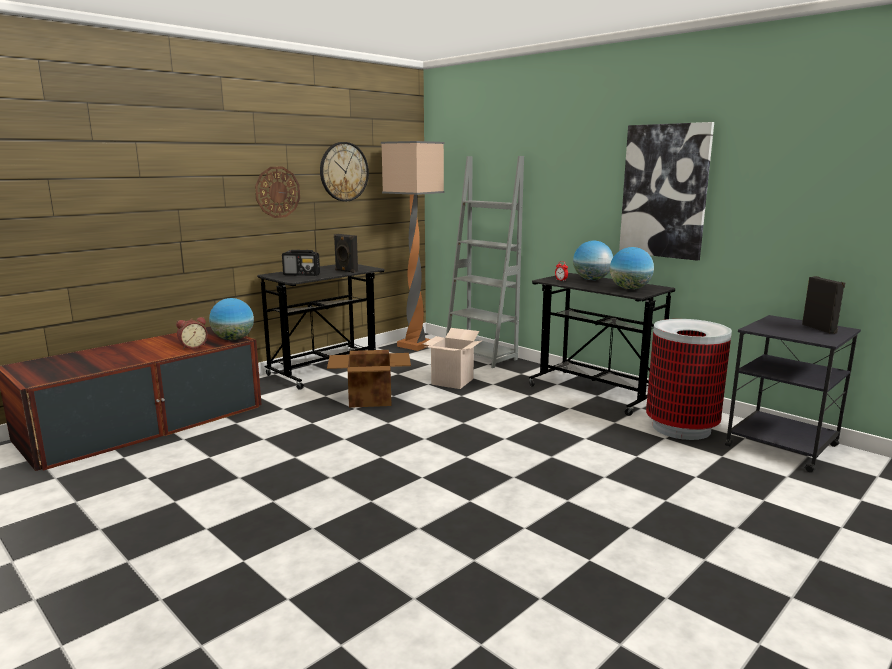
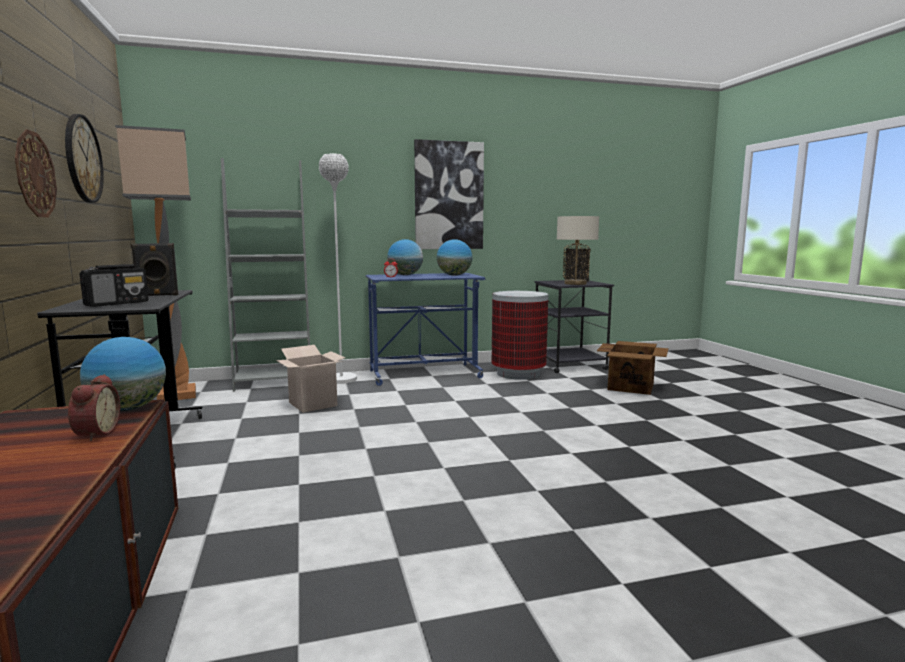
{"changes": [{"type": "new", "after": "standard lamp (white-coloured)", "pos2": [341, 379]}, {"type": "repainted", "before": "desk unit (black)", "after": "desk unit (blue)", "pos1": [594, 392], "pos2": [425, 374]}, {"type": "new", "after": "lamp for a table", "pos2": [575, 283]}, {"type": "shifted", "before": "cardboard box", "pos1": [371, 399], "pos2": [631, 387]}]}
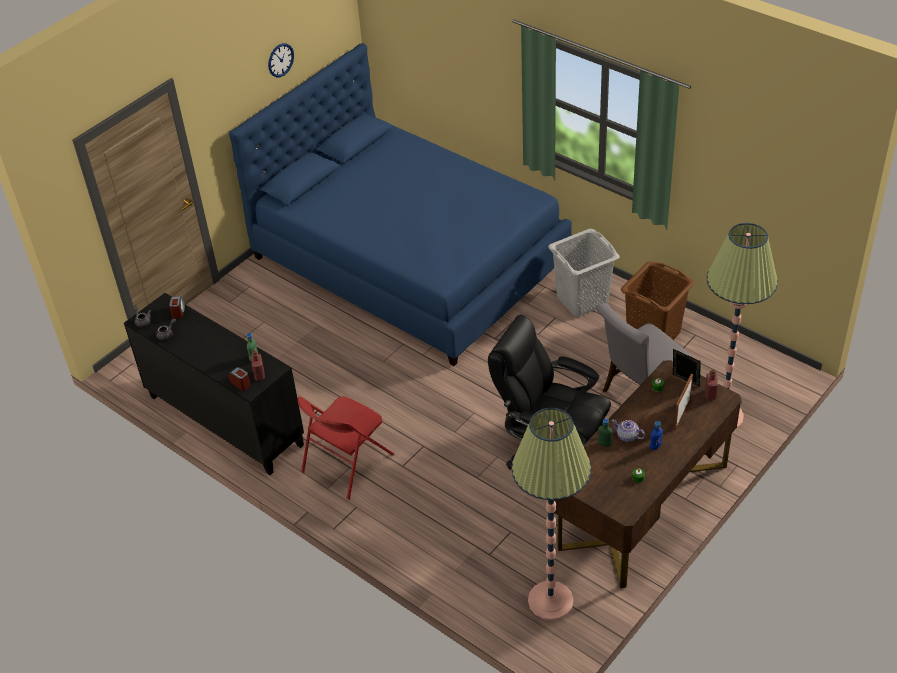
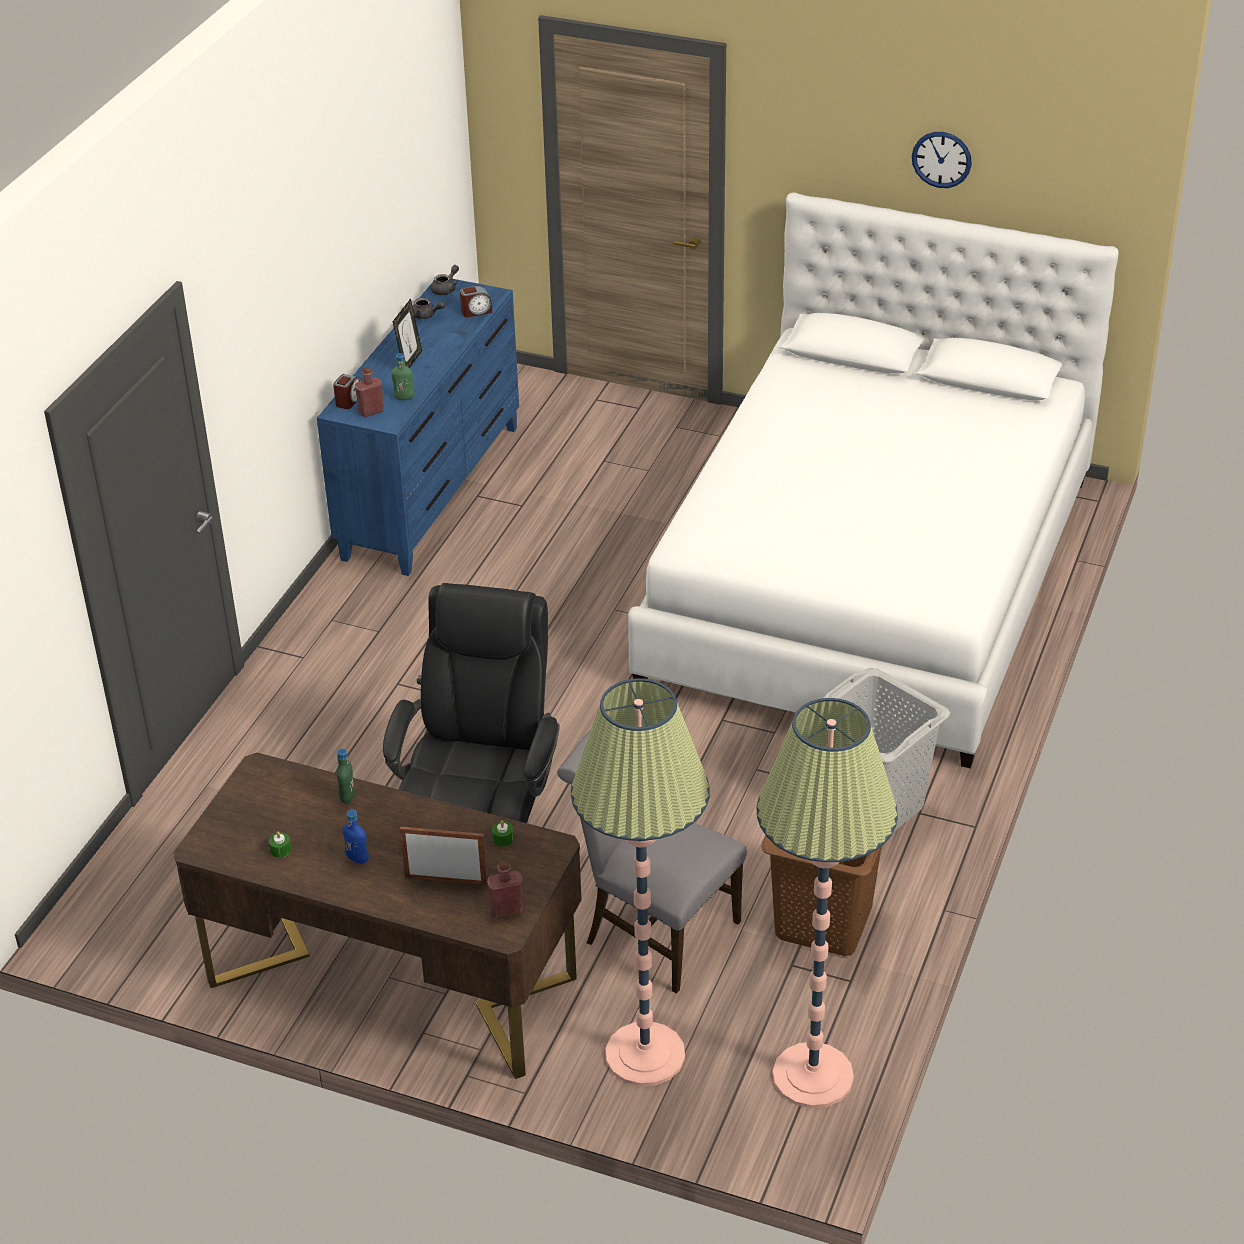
{"changes": [{"type": "repainted", "before": "dresser (black)", "after": "dresser (blue)", "pos1": [225, 421], "pos2": [430, 491]}, {"type": "shifted", "before": "photo frame", "pos1": [684, 382], "pos2": [409, 362]}, {"type": "repainted", "before": "bedroom bed (blue)", "after": "bedroom bed (white-coloured)", "pos1": [409, 259], "pos2": [871, 579]}, {"type": "shifted", "before": "standard lamp", "pos1": [550, 600], "pos2": [812, 1076]}, {"type": "gone", "before": "upright chair (red)", "pos1": [347, 463]}, {"type": "gone", "before": "teapot", "pos1": [627, 437]}]}
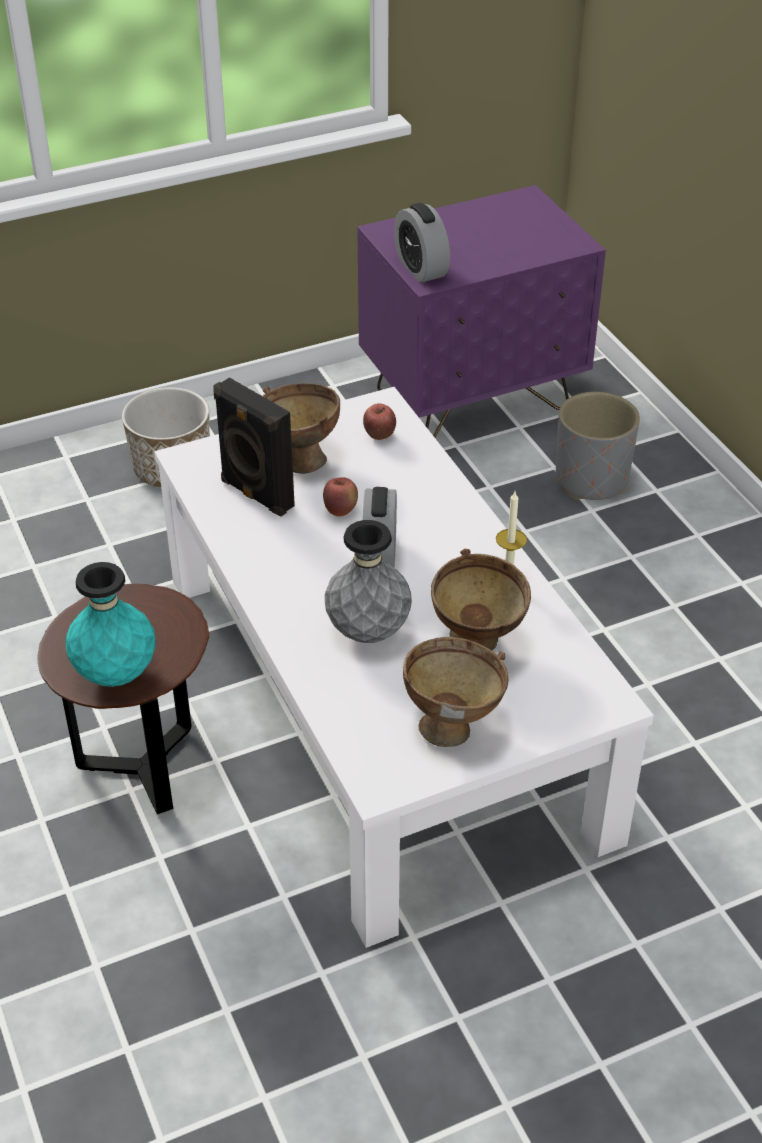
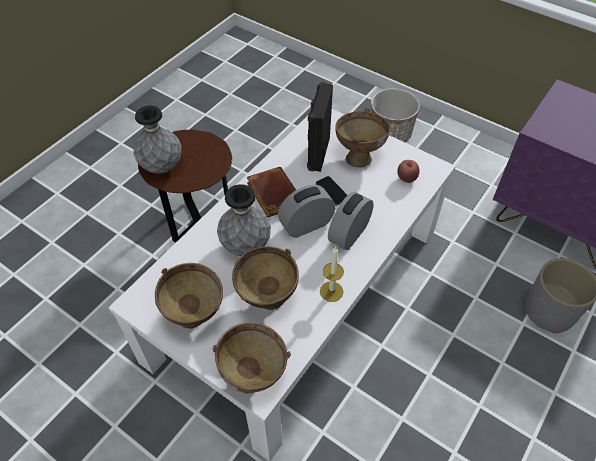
{"changes": [{"type": "repainted", "before": "vase (turquoise)", "after": "vase (grey)", "pos1": [116, 675], "pos2": [162, 167]}, {"type": "new", "after": "bowl (brown-coloured)", "pos2": [255, 377]}, {"type": "new", "after": "volume (brown-coloured)", "pos2": [272, 195]}, {"type": "swapped", "before": "apple fruit", "after": "handset", "pos1": [340, 511], "pos2": [332, 191]}, {"type": "shifted", "before": "alarm clock", "pos1": [421, 269], "pos2": [349, 234]}]}
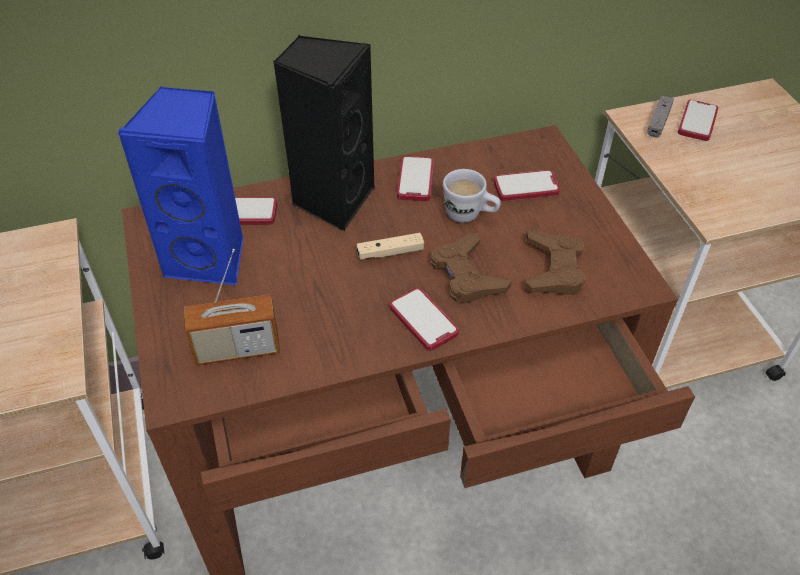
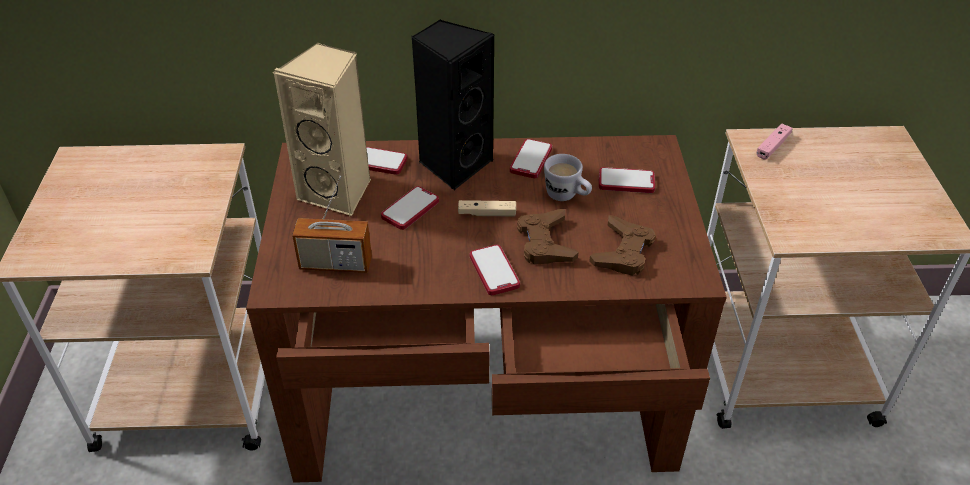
{"changes": [{"type": "repainted", "before": "audio speaker (blue)", "after": "audio speaker (beige-coloured)", "pos1": [210, 258], "pos2": [338, 192]}, {"type": "shifted", "before": "handset", "pos1": [697, 122], "pos2": [410, 209]}, {"type": "repainted", "before": "joypad (grey)", "after": "joypad (pinkish)", "pos1": [658, 121], "pos2": [773, 146]}]}
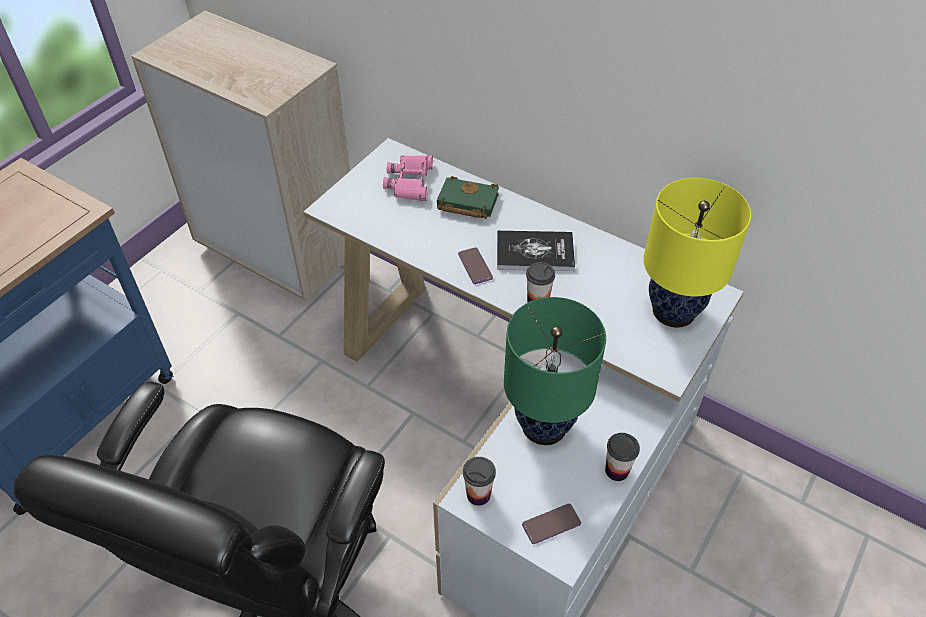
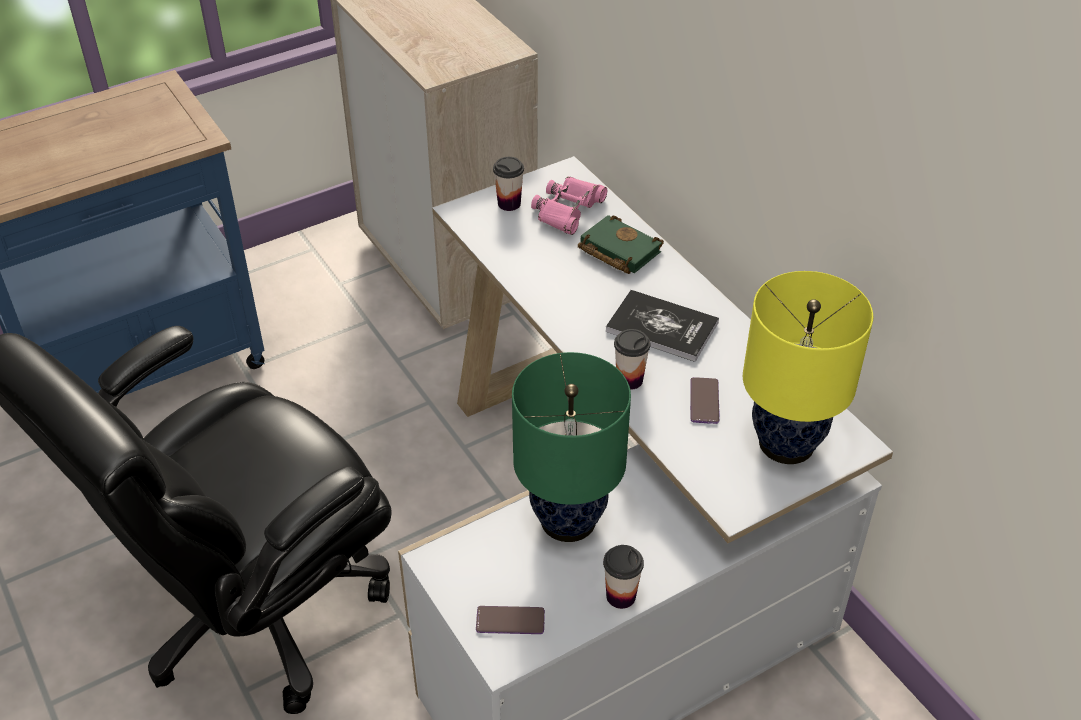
{"changes": [{"type": "shifted", "before": "drinking cup", "pos1": [478, 494], "pos2": [509, 204]}, {"type": "shifted", "before": "handset", "pos1": [475, 266], "pos2": [704, 401]}]}
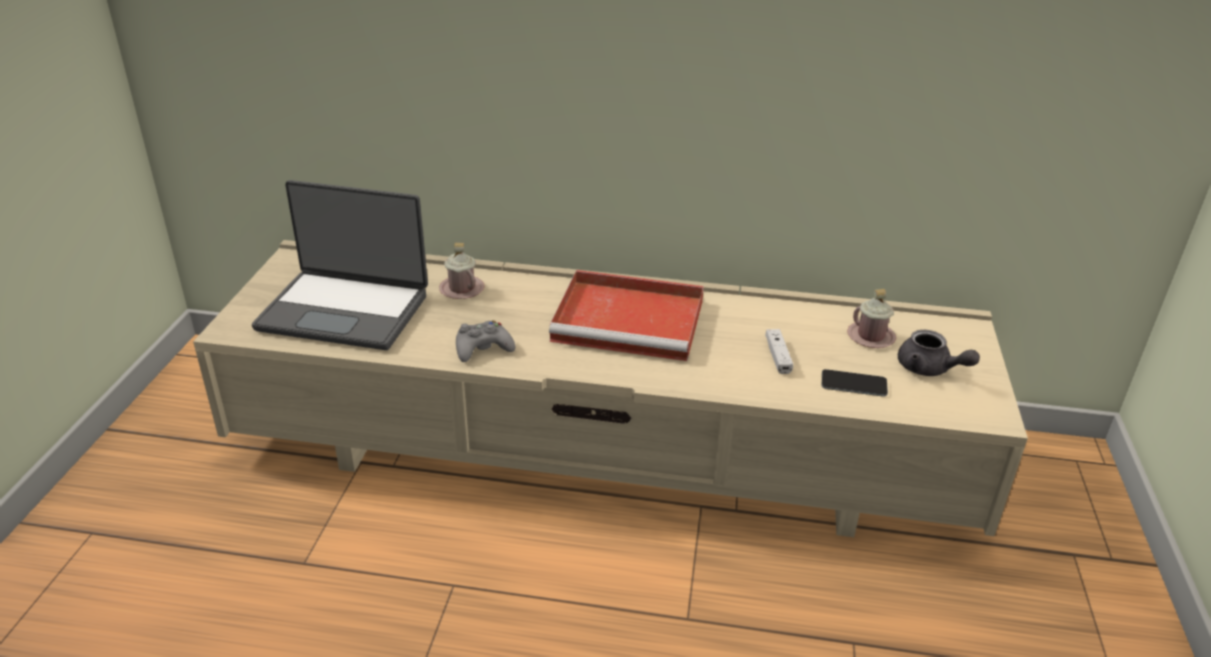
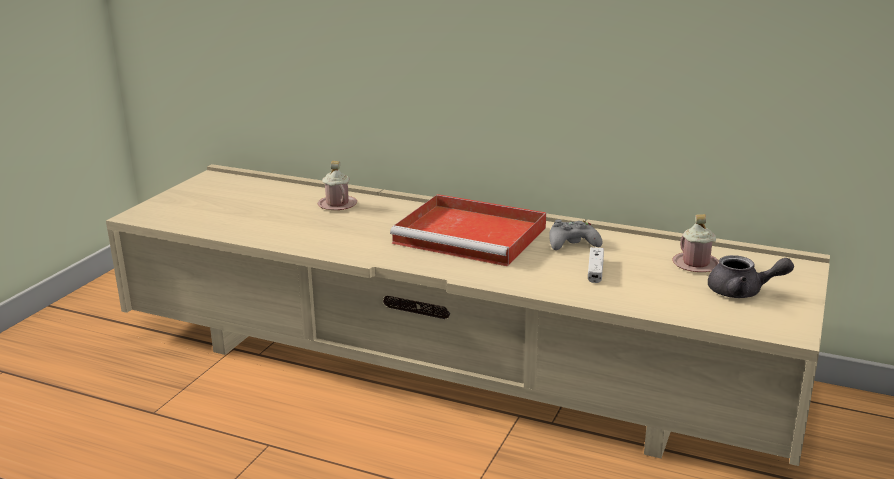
{"changes": [{"type": "shifted", "before": "joypad (grey)", "pos1": [483, 348], "pos2": [572, 243]}, {"type": "rotated", "before": "teapot (grey)", "pos1": [929, 369], "pos2": [742, 292], "turn": -45}, {"type": "gone", "before": "laptop", "pos1": [345, 310]}, {"type": "gone", "before": "handset", "pos1": [854, 384]}]}
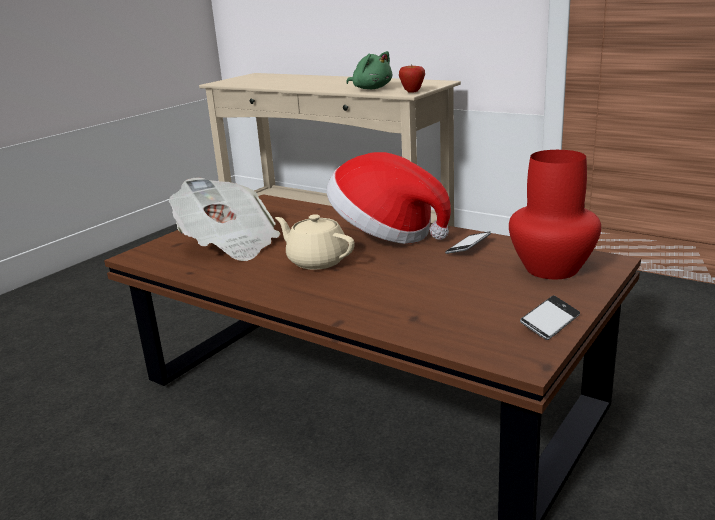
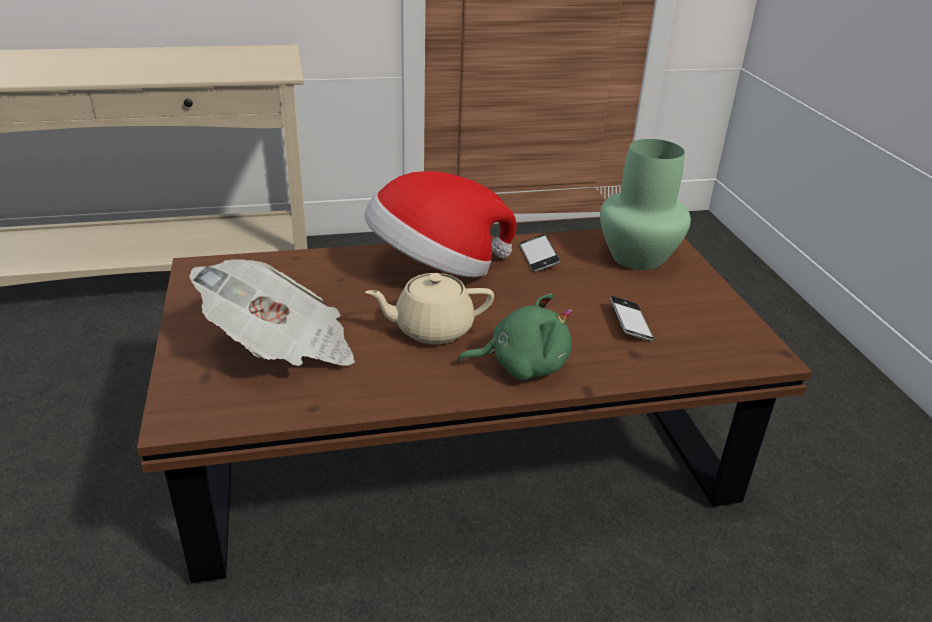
{"changes": [{"type": "shifted", "before": "soft toy (green-coloured)", "pos1": [371, 88], "pos2": [522, 365]}, {"type": "repainted", "before": "vase (red)", "after": "vase (green-coloured)", "pos1": [550, 269], "pos2": [637, 258]}, {"type": "shifted", "before": "handset", "pos1": [550, 323], "pos2": [630, 323]}, {"type": "gone", "before": "apple fruit", "pos1": [412, 92]}]}
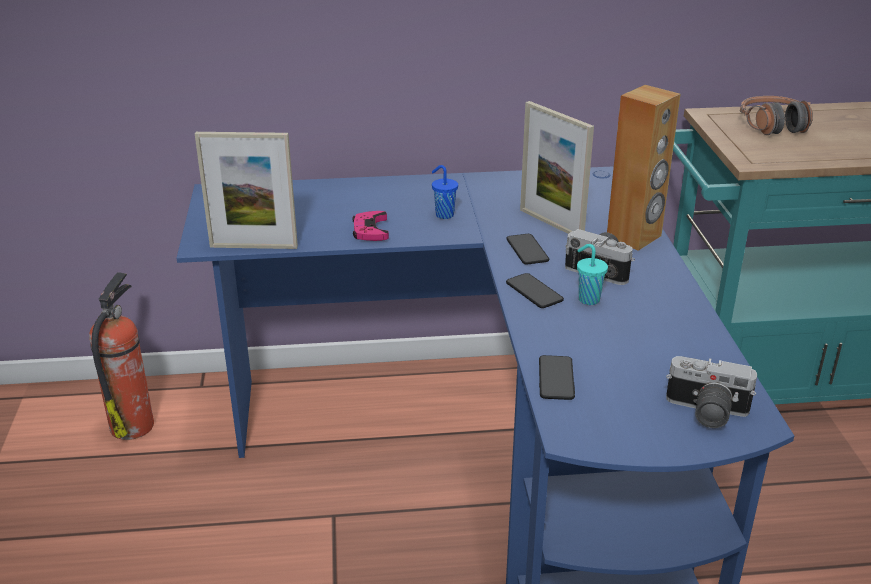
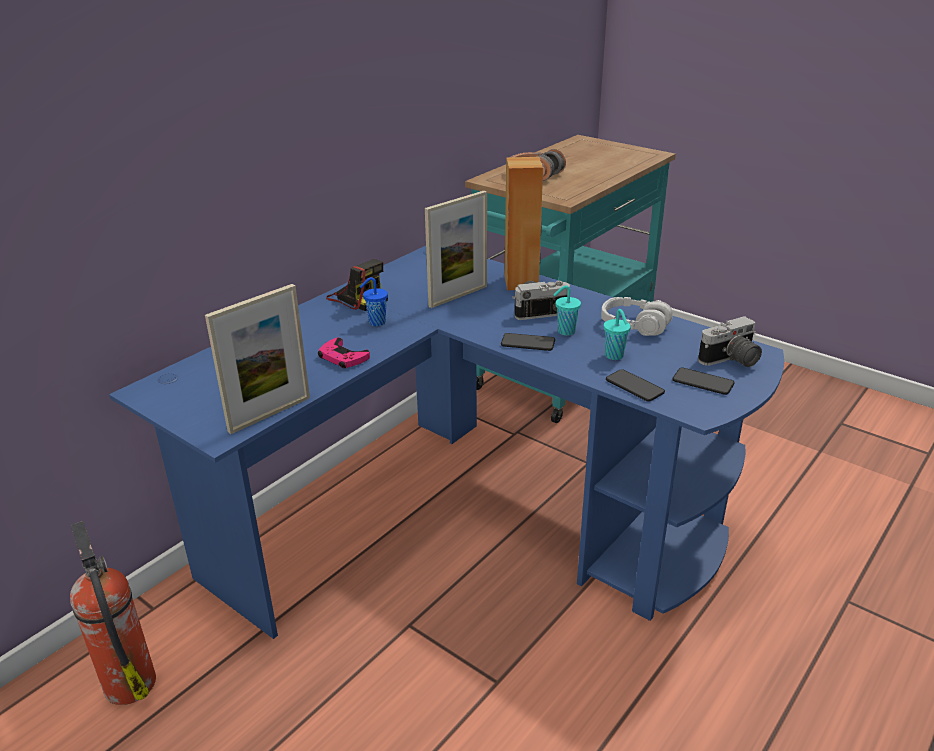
{"changes": [{"type": "new", "after": "still camera", "pos2": [357, 298]}, {"type": "rotated", "before": "photo frame", "pos1": [551, 223], "pos2": [458, 296], "turn": -45}, {"type": "new", "after": "headset (grey)", "pos2": [634, 326]}, {"type": "new", "after": "drinking cup (turquoise)", "pos2": [615, 356]}, {"type": "shifted", "before": "handset", "pos1": [527, 250], "pos2": [703, 382]}]}
